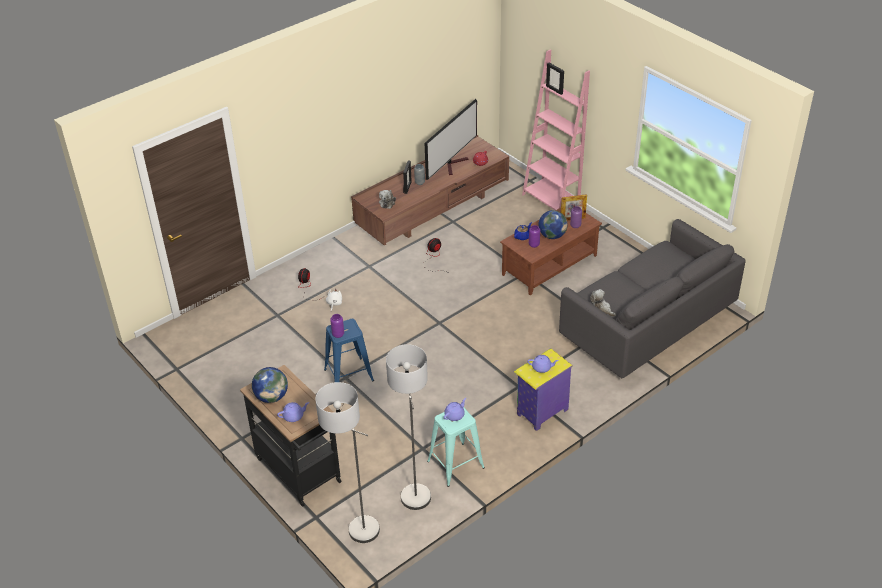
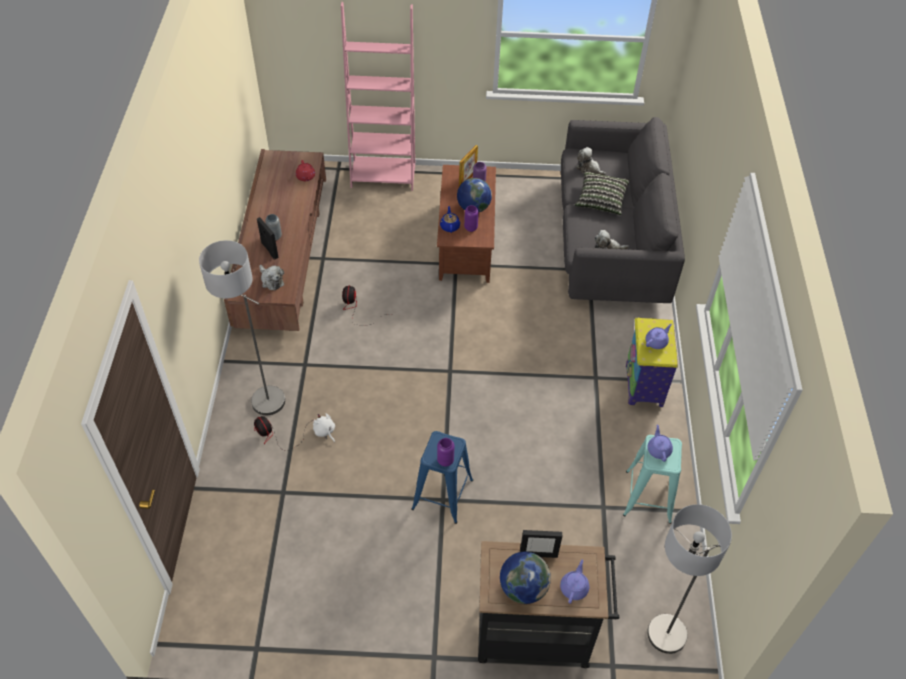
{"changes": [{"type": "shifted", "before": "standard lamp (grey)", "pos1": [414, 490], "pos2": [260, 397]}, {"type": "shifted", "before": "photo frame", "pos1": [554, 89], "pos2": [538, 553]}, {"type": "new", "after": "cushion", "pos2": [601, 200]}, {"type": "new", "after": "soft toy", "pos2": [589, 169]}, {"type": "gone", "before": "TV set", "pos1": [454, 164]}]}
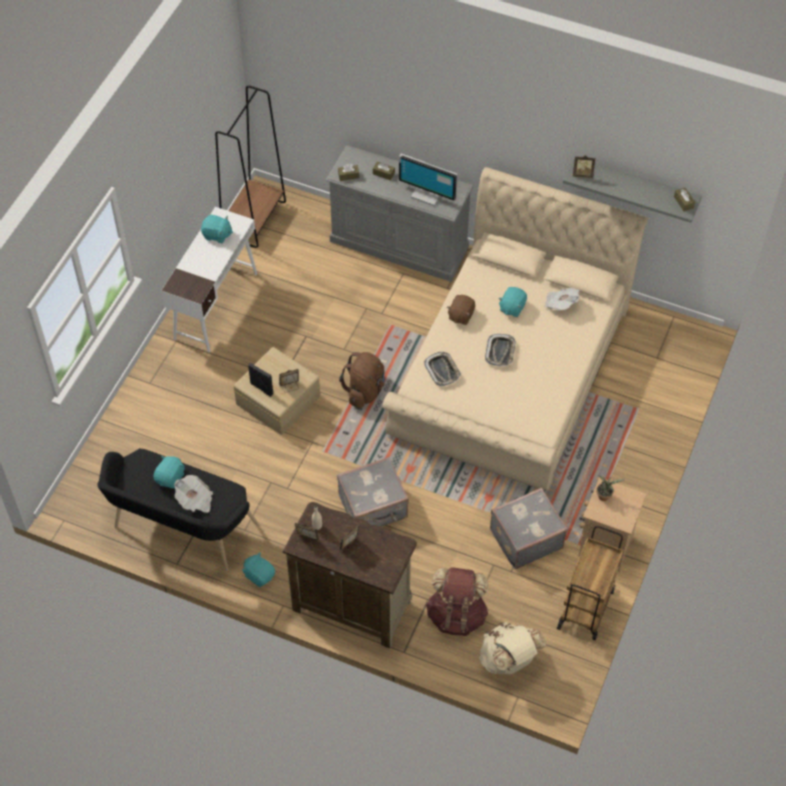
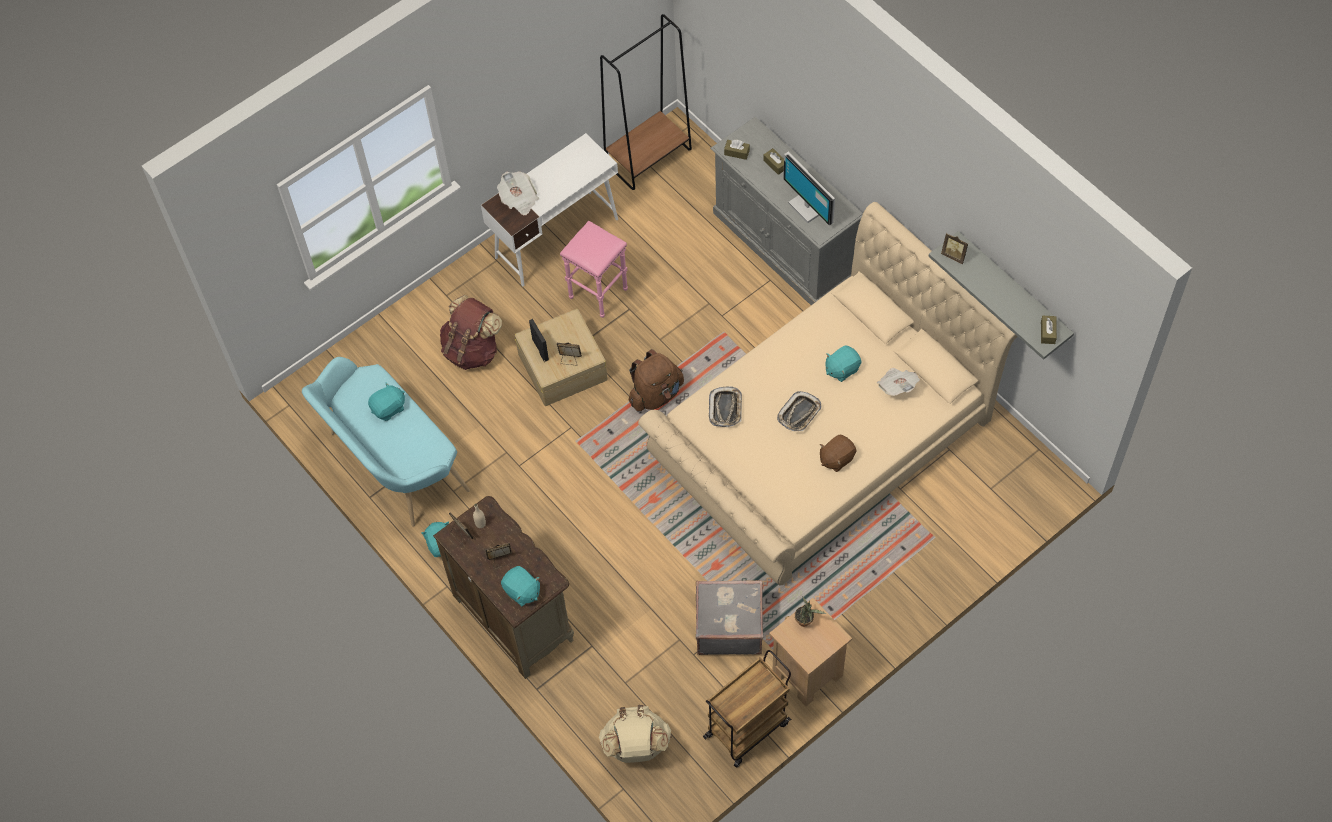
{"changes": [{"type": "repainted", "before": "indoor bench (black)", "after": "indoor bench (turquoise)", "pos1": [181, 530], "pos2": [392, 464]}, {"type": "shifted", "before": "backpack (brown-coloured)", "pos1": [457, 615], "pos2": [472, 350]}, {"type": "shifted", "before": "printed paper", "pos1": [195, 500], "pos2": [519, 199]}, {"type": "shifted", "before": "soft toy (turquoise)", "pos1": [217, 235], "pos2": [522, 591]}, {"type": "new", "after": "sitting stool (pinkish)", "pos2": [598, 294]}, {"type": "shifted", "before": "soft toy (brown-coloured)", "pos1": [460, 315], "pos2": [836, 458]}, {"type": "gone", "before": "piece of luggage (grey)", "pos1": [374, 508]}]}
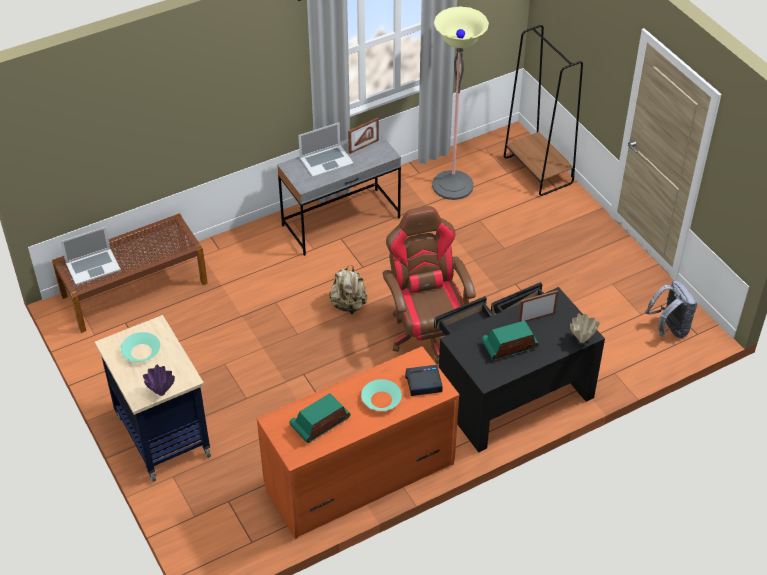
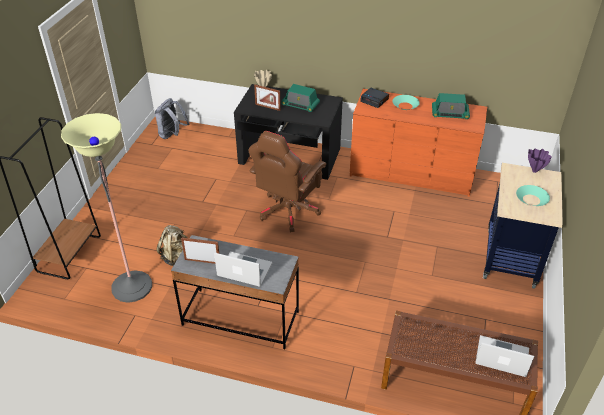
{"changes": [{"type": "shifted", "before": "backpack (beige-coloured)", "pos1": [348, 305], "pos2": [176, 258]}]}
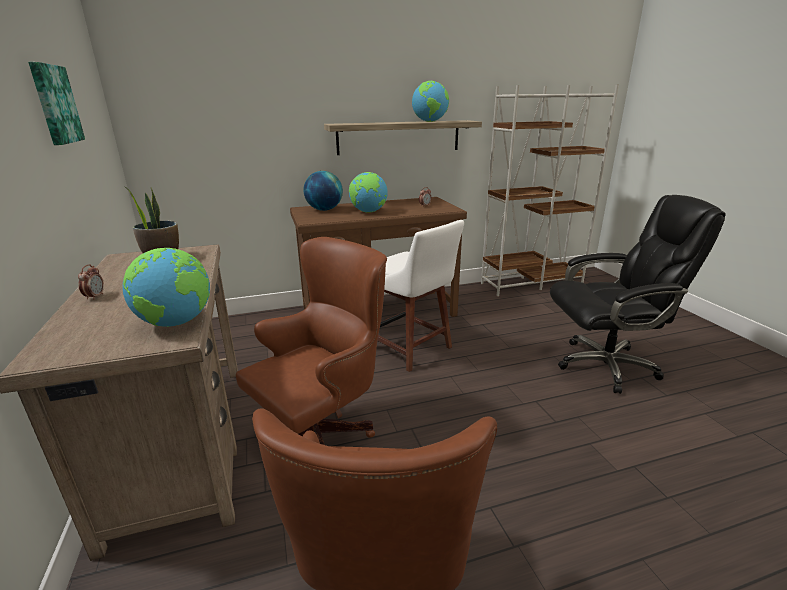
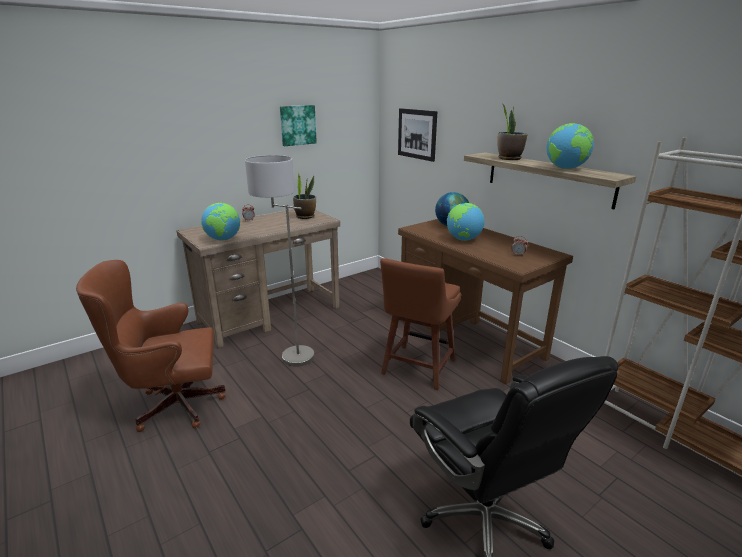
{"changes": [{"type": "swapped", "before": "computer chair (brown-coloured)", "after": "standard lamp (grey)", "pos1": [322, 435], "pos2": [290, 355]}, {"type": "repainted", "before": "sitting stool (white-coloured)", "after": "sitting stool (brown-coloured)", "pos1": [411, 349], "pos2": [417, 368]}, {"type": "new", "after": "wall picture", "pos2": [417, 134]}, {"type": "new", "after": "potted plant", "pos2": [509, 158]}]}
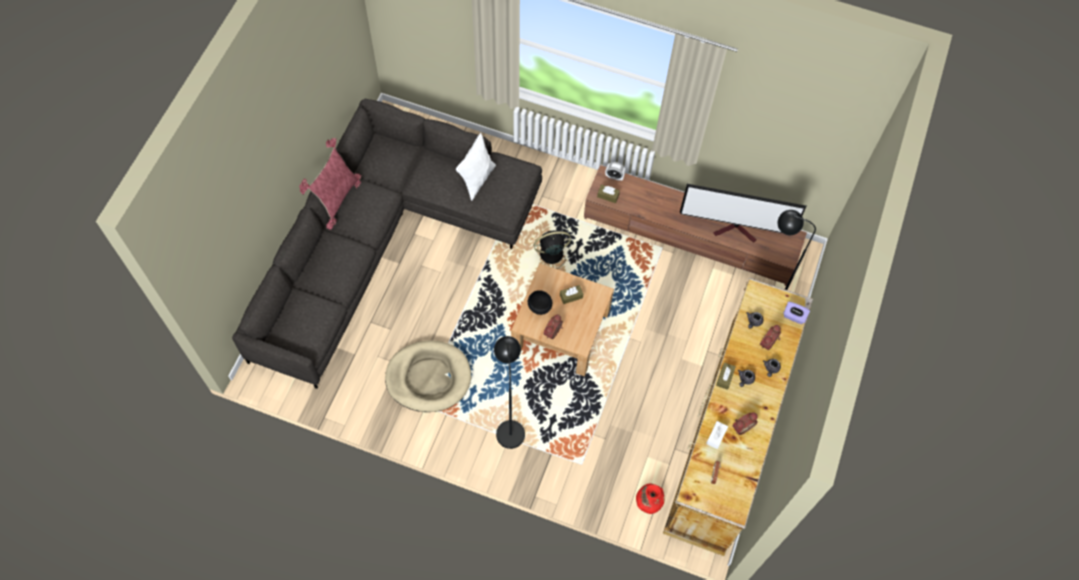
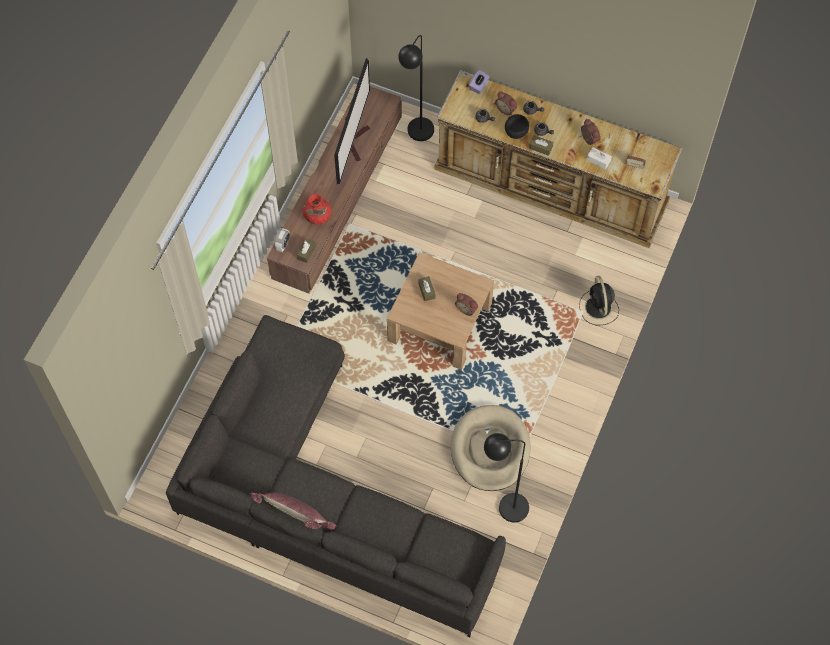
{"changes": [{"type": "shifted", "before": "vase (red)", "pos1": [648, 501], "pos2": [317, 217]}, {"type": "shifted", "before": "standard lamp (black)", "pos1": [509, 426], "pos2": [504, 509]}, {"type": "shifted", "before": "bowl (black)", "pos1": [539, 307], "pos2": [516, 132]}, {"type": "shifted", "before": "cooling fan (black)", "pos1": [550, 254], "pos2": [598, 308]}, {"type": "gone", "before": "cushion (white-coloured)", "pos1": [477, 179]}]}
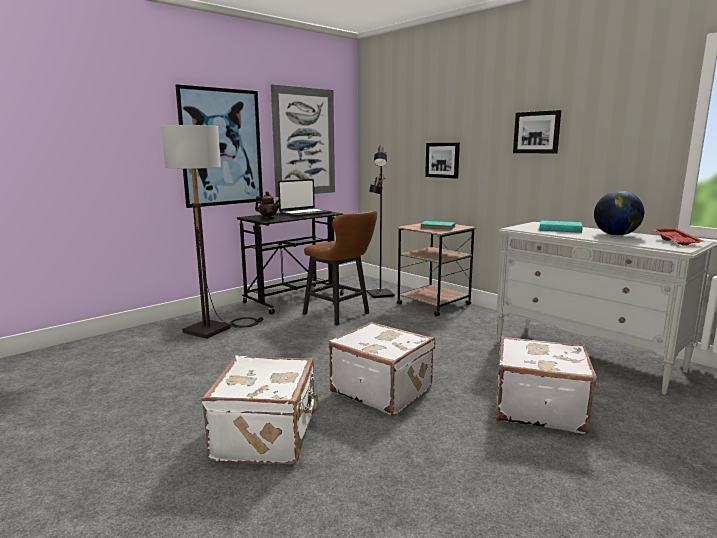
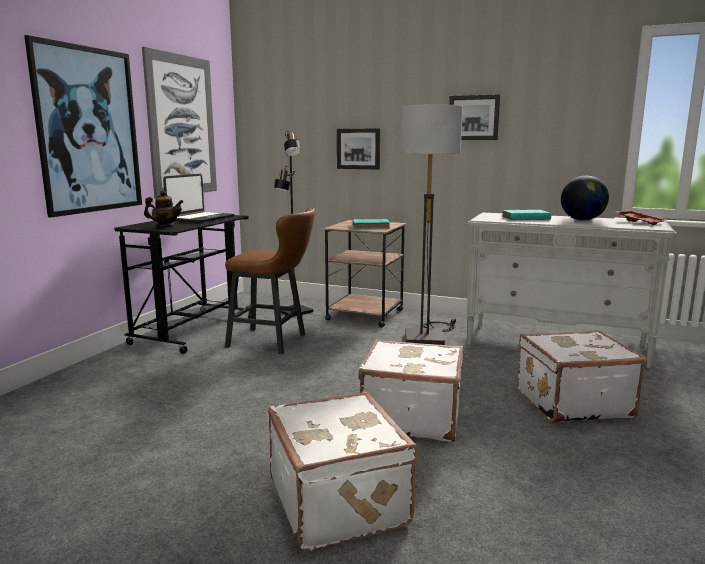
{"changes": [{"type": "shifted", "before": "standard lamp", "pos1": [218, 329], "pos2": [429, 335]}]}
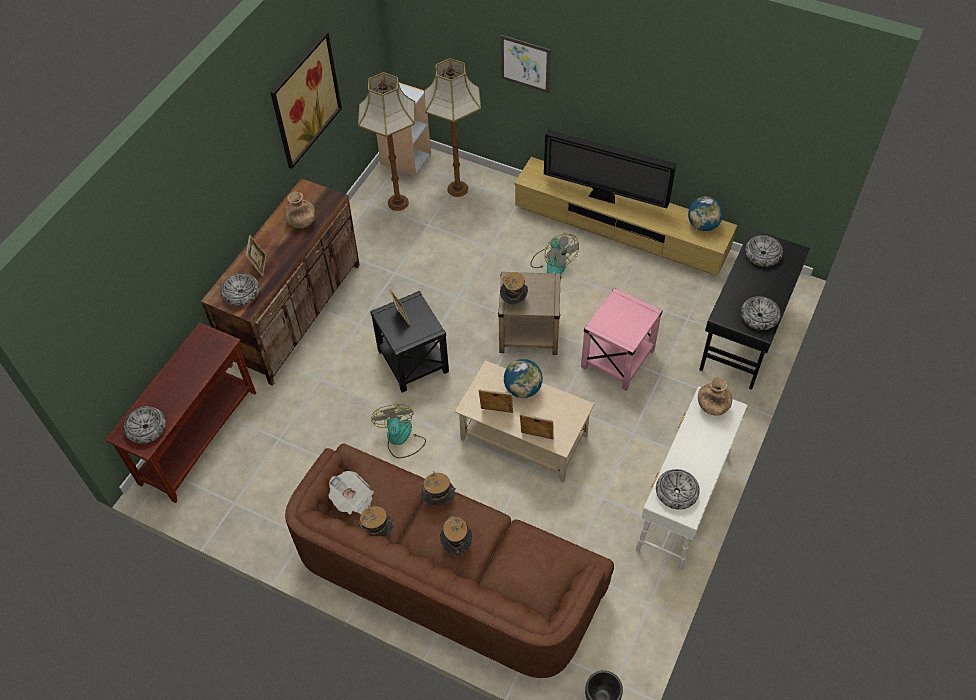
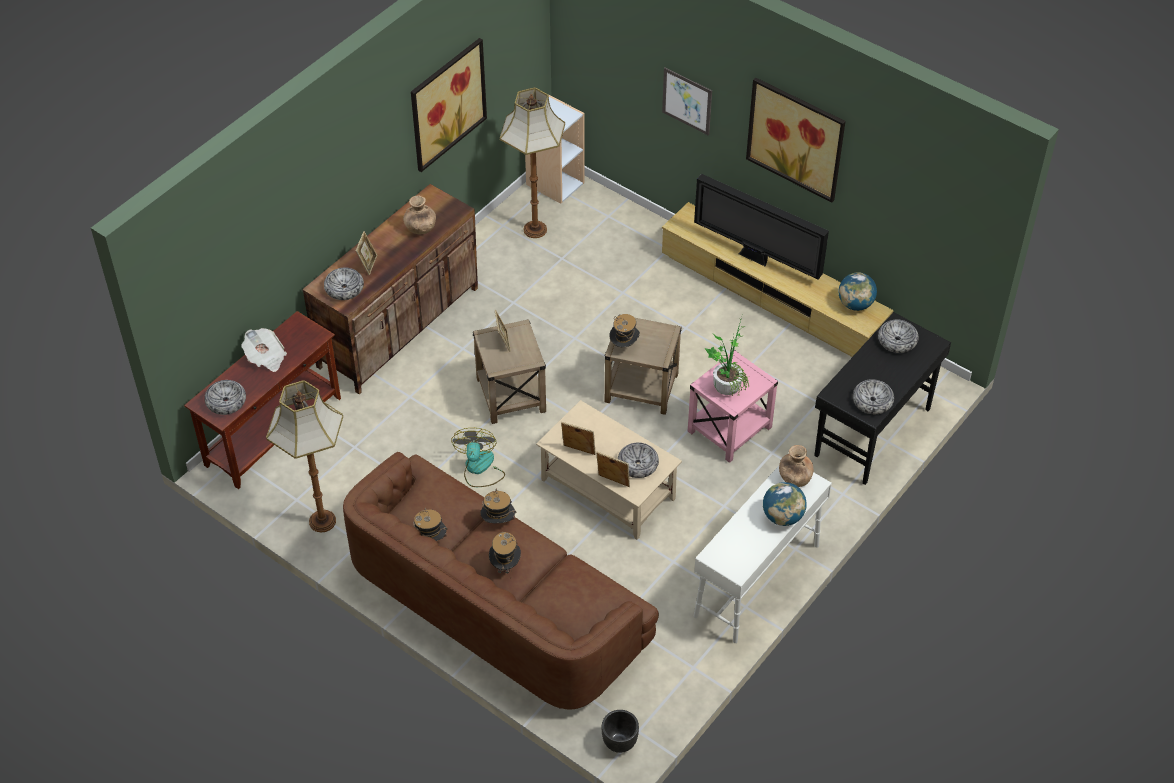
{"changes": [{"type": "shifted", "before": "printed paper", "pos1": [353, 500], "pos2": [266, 357]}, {"type": "shifted", "before": "standard lamp", "pos1": [457, 190], "pos2": [321, 522]}, {"type": "repainted", "before": "end table (black)", "after": "end table (beige-coloured)", "pos1": [413, 361], "pos2": [511, 395]}, {"type": "shifted", "before": "bowl", "pos1": [676, 492], "pos2": [638, 464]}, {"type": "new", "after": "potted plant", "pos2": [726, 385]}, {"type": "new", "after": "wall picture", "pos2": [795, 138]}, {"type": "shifted", "before": "globe", "pos1": [523, 389], "pos2": [782, 517]}, {"type": "gone", "before": "cooling fan", "pos1": [553, 262]}]}
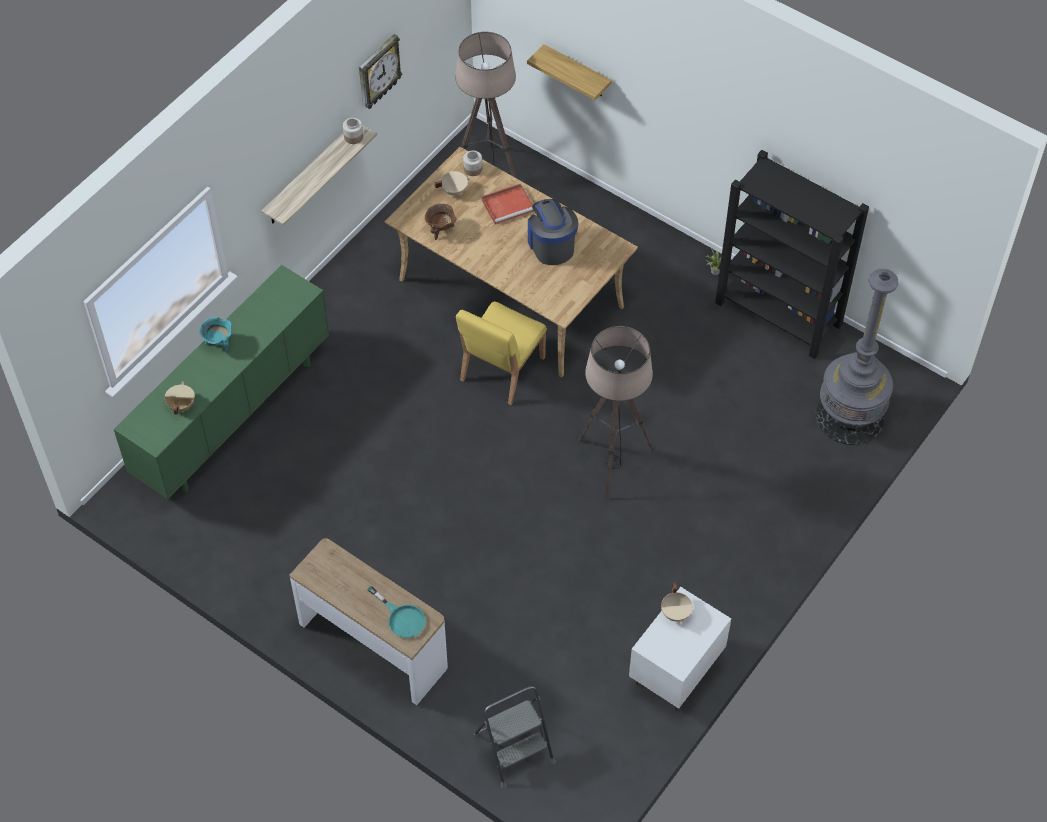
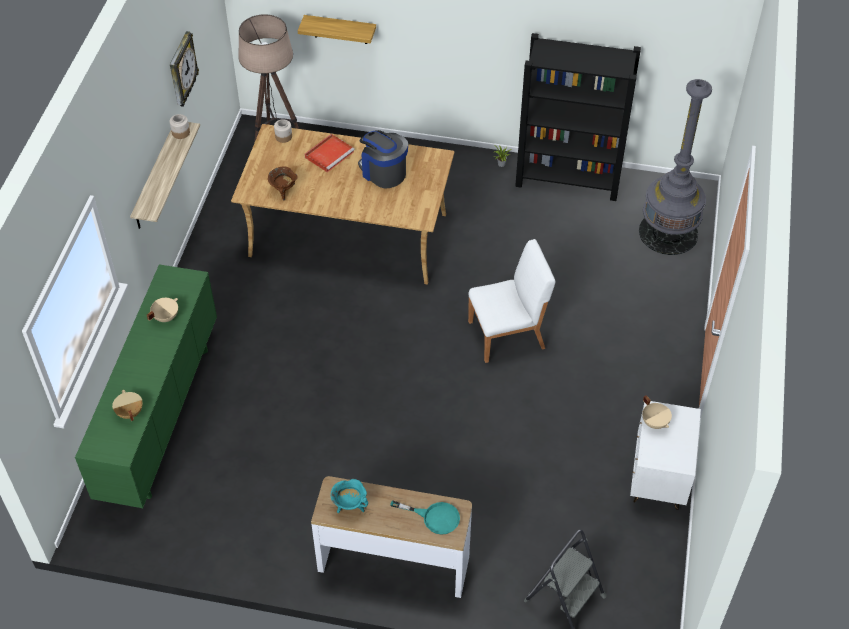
{"changes": [{"type": "shifted", "before": "stockpot (beige-coloured)", "pos1": [454, 190], "pos2": [165, 317]}, {"type": "shifted", "before": "stockpot (turquoise)", "pos1": [219, 343], "pos2": [350, 506]}, {"type": "swapped", "before": "standard lamp", "after": "upright chair (white-coloured)", "pos1": [612, 463], "pos2": [507, 335]}, {"type": "gone", "before": "upright chair (yellow)", "pos1": [501, 369]}]}
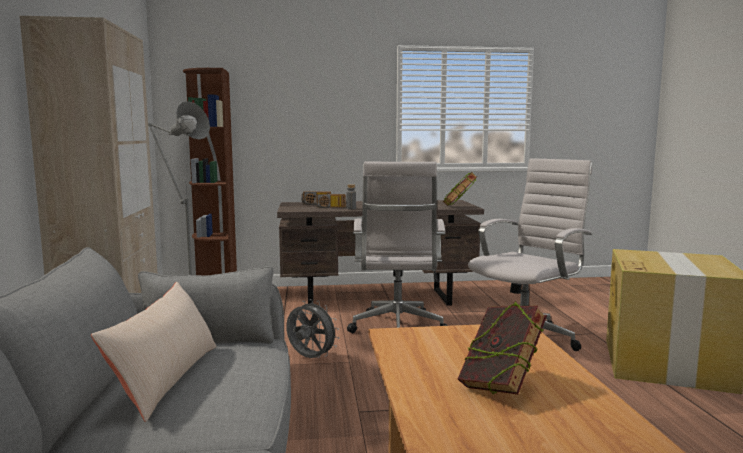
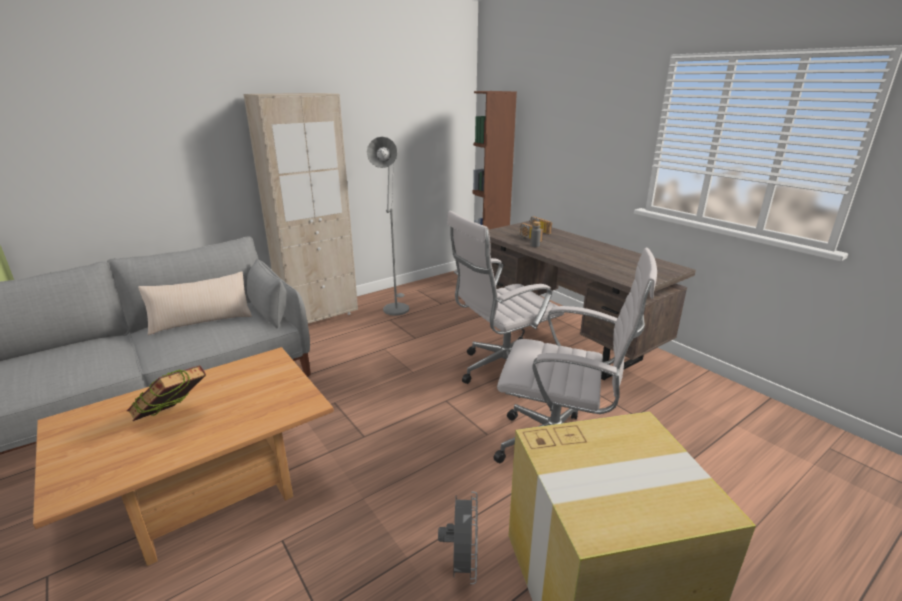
{"changes": [{"type": "shifted", "before": "cooling fan (grey)", "pos1": [310, 358], "pos2": [462, 563]}, {"type": "gone", "before": "volume", "pos1": [459, 207]}]}
